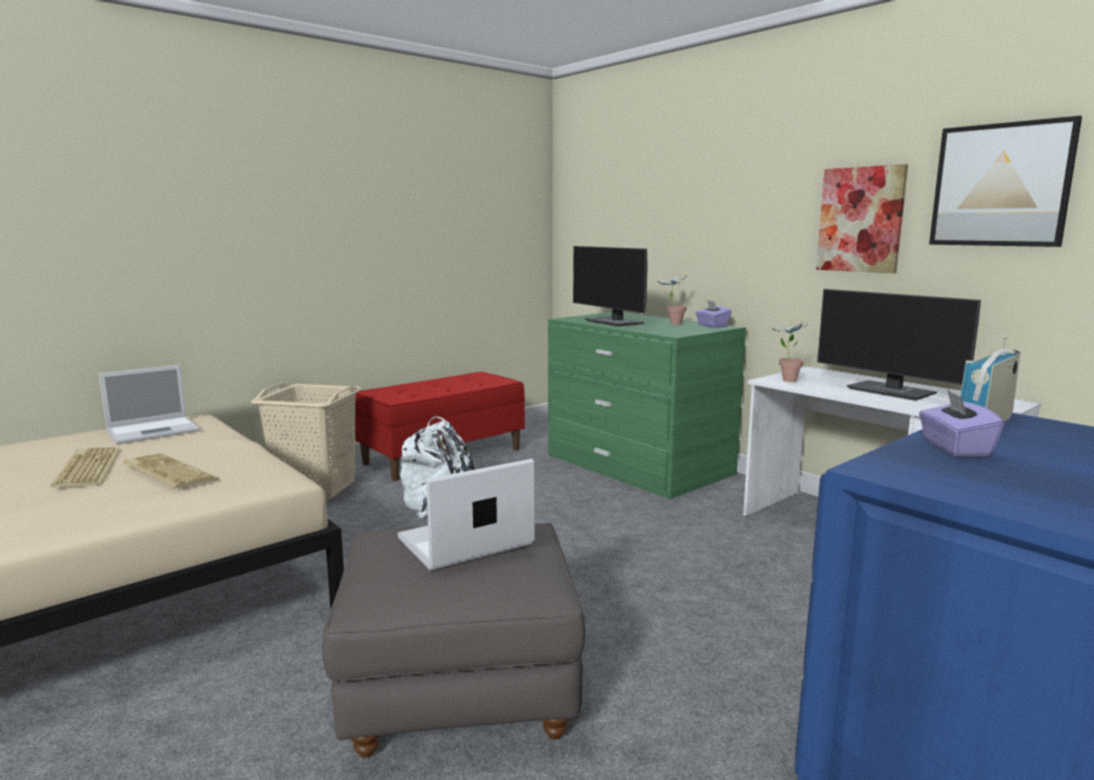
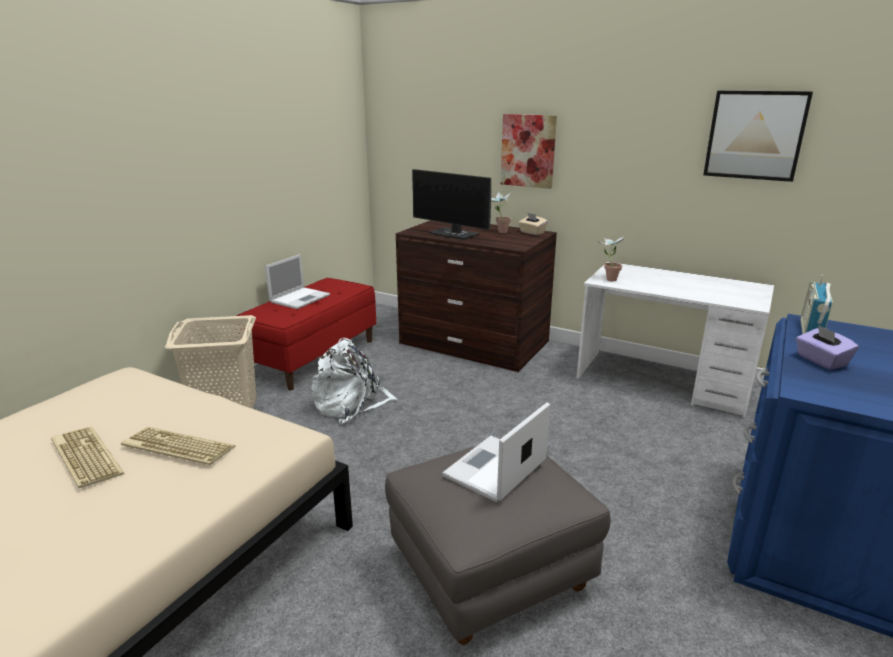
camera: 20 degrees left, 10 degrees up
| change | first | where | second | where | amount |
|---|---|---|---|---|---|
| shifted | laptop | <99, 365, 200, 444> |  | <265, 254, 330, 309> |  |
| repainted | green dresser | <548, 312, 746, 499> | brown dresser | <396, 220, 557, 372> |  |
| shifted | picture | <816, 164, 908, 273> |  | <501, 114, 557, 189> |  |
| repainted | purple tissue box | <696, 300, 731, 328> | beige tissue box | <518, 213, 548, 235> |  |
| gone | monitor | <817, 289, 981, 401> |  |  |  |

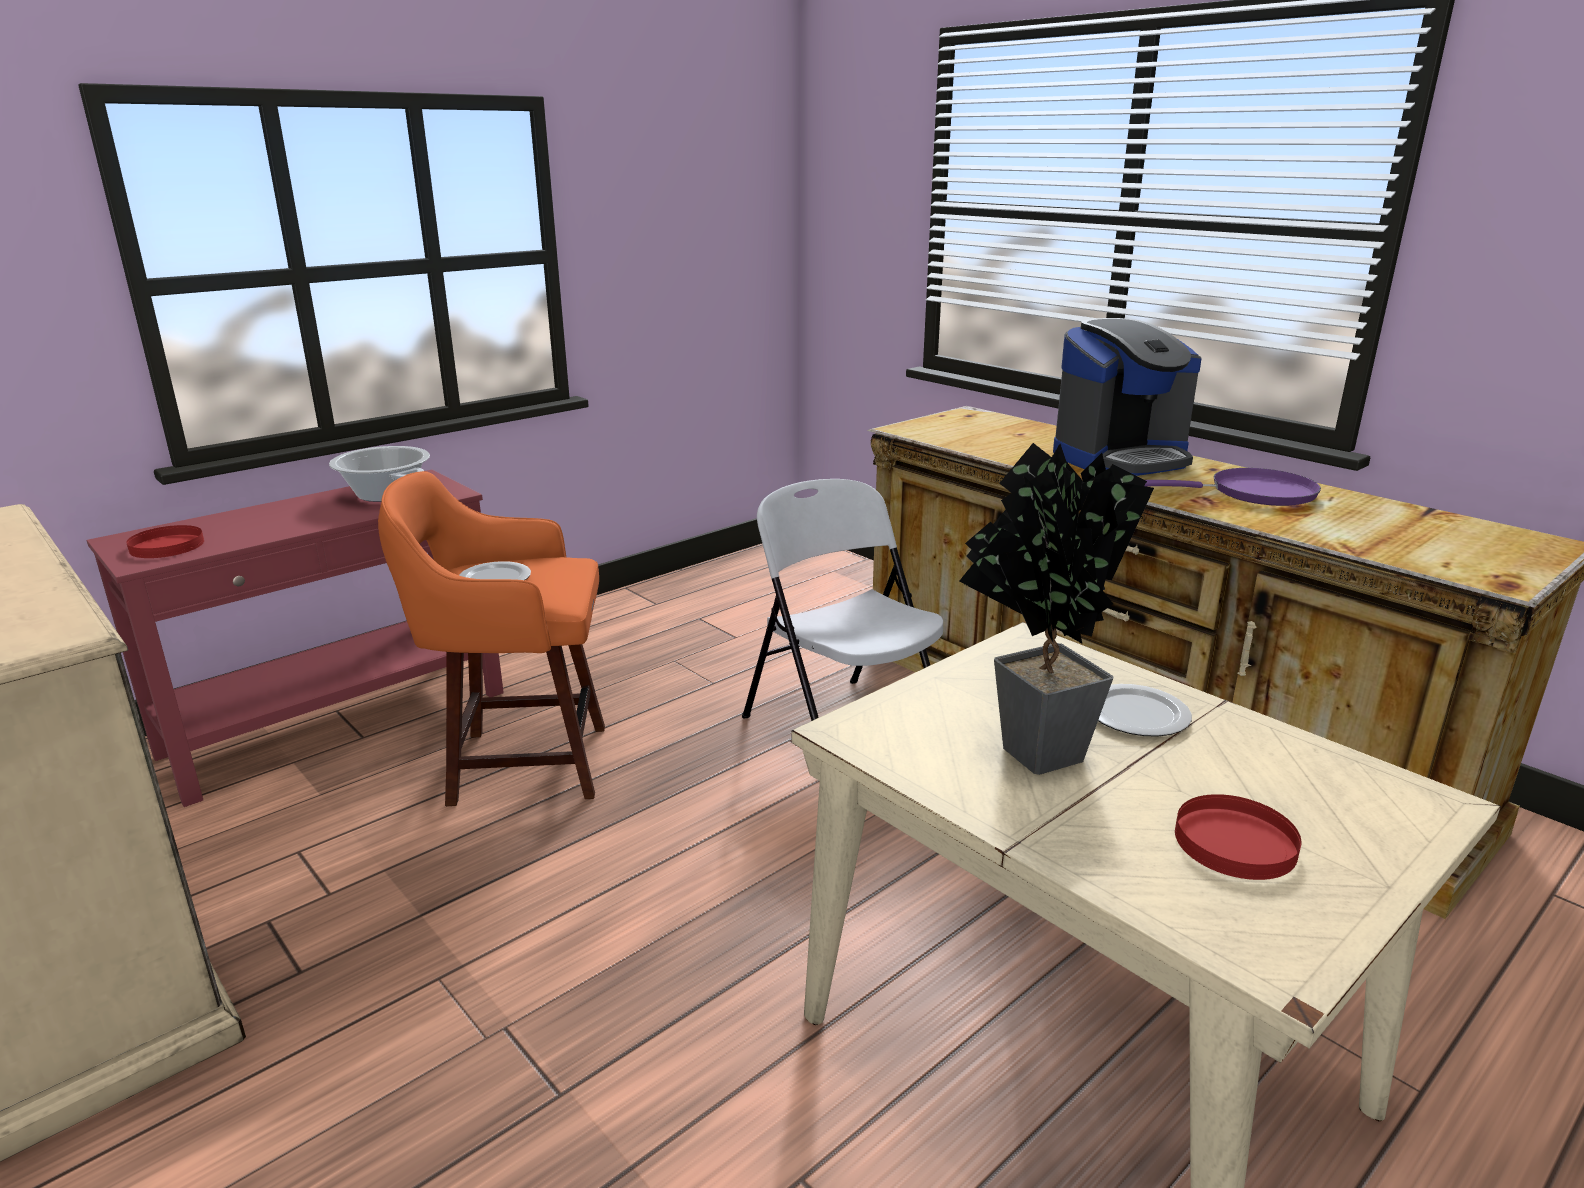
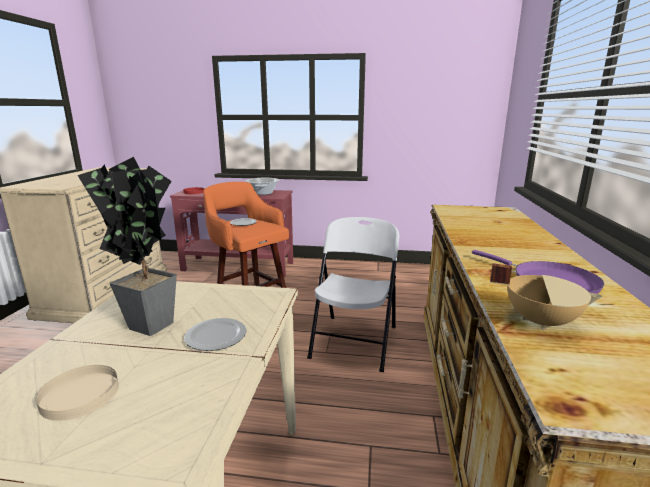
camera: 50 degrees right, 5 degrees down
| change | first | where | second | where | amount |
|---|---|---|---|---|---|
| repainted | red plate | <1175, 794, 1302, 880> | beige plate | <36, 365, 119, 421> |  |
| new |  |  | beige cooking pot | <490, 263, 603, 330> |  |
| gone | coffee machine | <1053, 318, 1202, 476> |  |  |  |

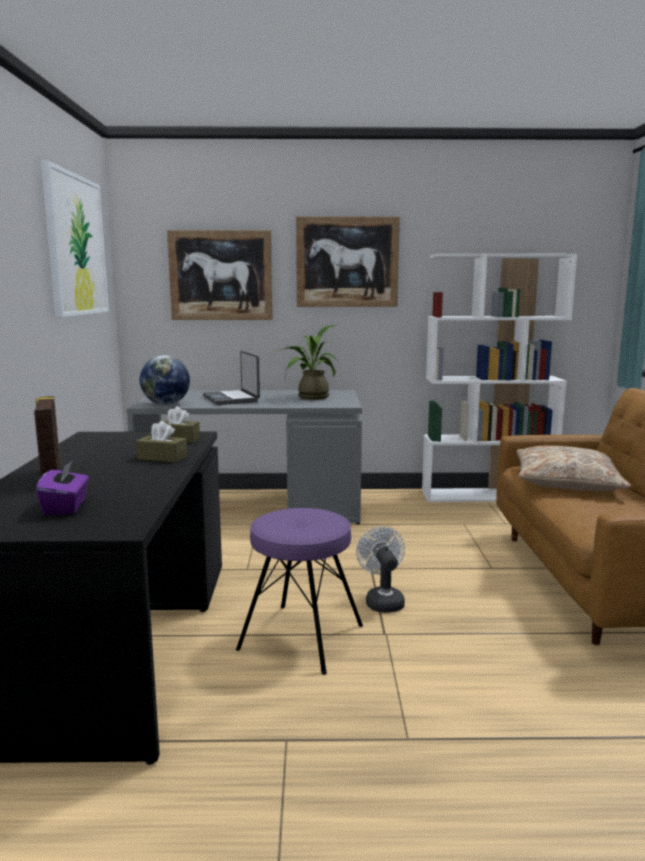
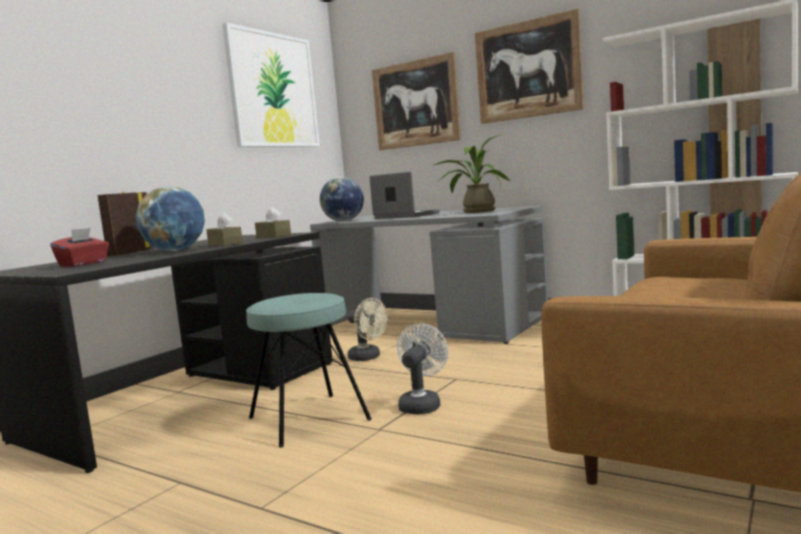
camera: 35 degrees right, 5 degrees down
| change | first | where | second | where | amount |
|---|---|---|---|---|---|
| repainted | purple tissue box | <36, 460, 89, 515> | red tissue box | <50, 228, 109, 267> |  |
| new |  |  | globe | <136, 186, 205, 251> |  |
| repainted | purple stool | <236, 508, 363, 675> | turquoise stool | <246, 293, 372, 448> |  |
| new |  |  | beige fan | <348, 298, 388, 361> |  |
| rotated | laptop | <203, 351, 260, 405> |  | <369, 171, 440, 219> | 120 degrees clockwise |
| gone | beige pillow | <516, 446, 631, 491> |  |  |  |

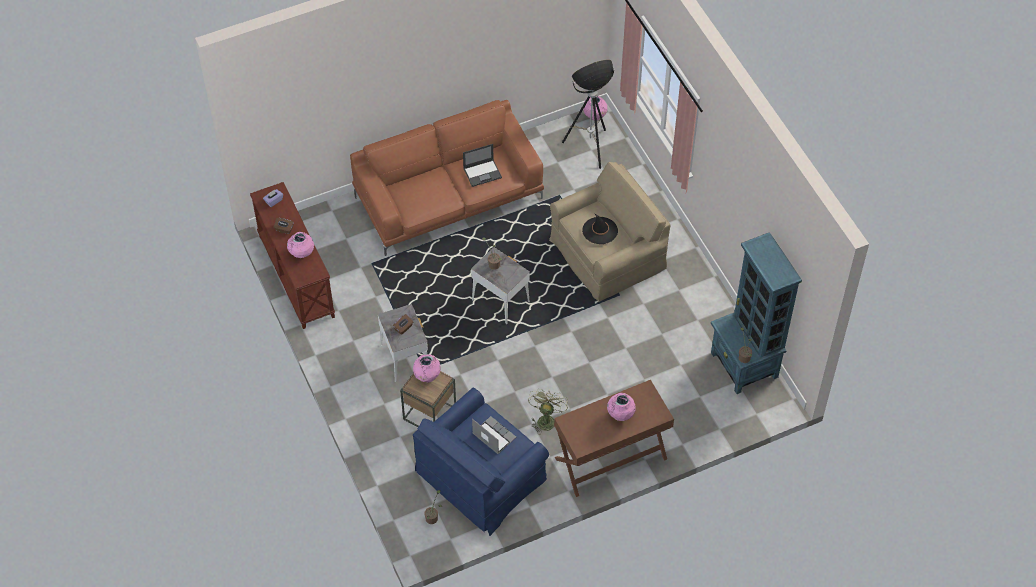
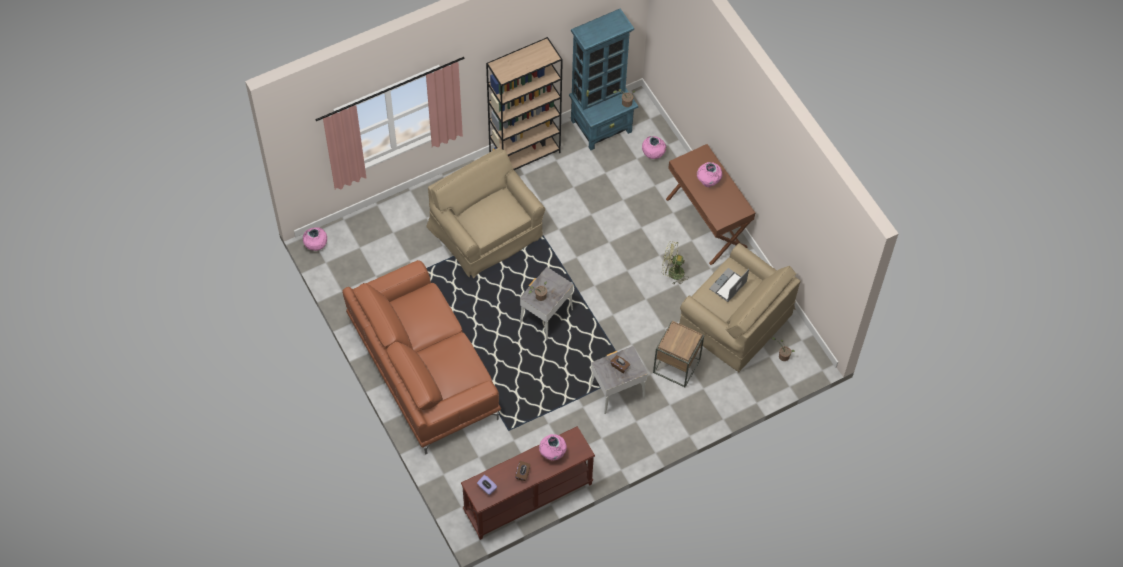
camera: 95 degrees left, 5 degrees up
| change | first | where | second | where | amount |
|---|---|---|---|---|---|
| new |  |  | beige bookcase | <486, 37, 563, 170> |  |
| shifted | pink vase | <413, 355, 441, 382> |  | <642, 136, 666, 159> |  |
| repainted | blue armchair | <413, 388, 549, 536> | beige armchair | <679, 243, 801, 372> |  |
| gone | laptop | <463, 144, 502, 187> |  |  |  |
| gone | floor lamp | <562, 60, 614, 169> |  |  |  |
| gone | black hat | <582, 214, 618, 244> |  |  |  |

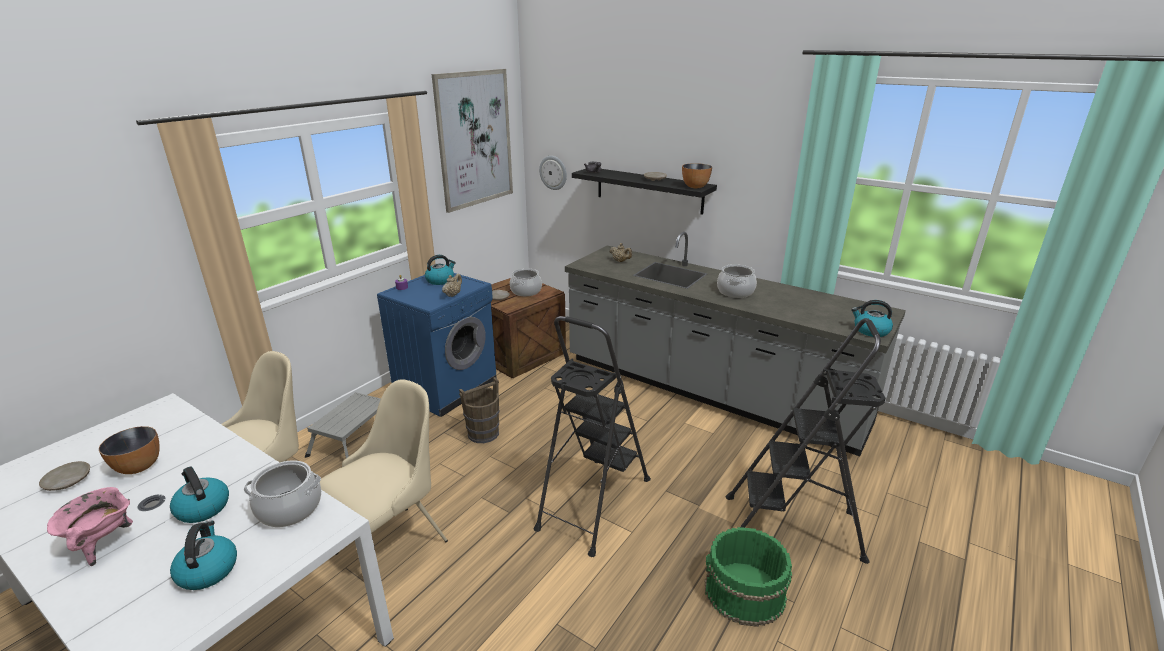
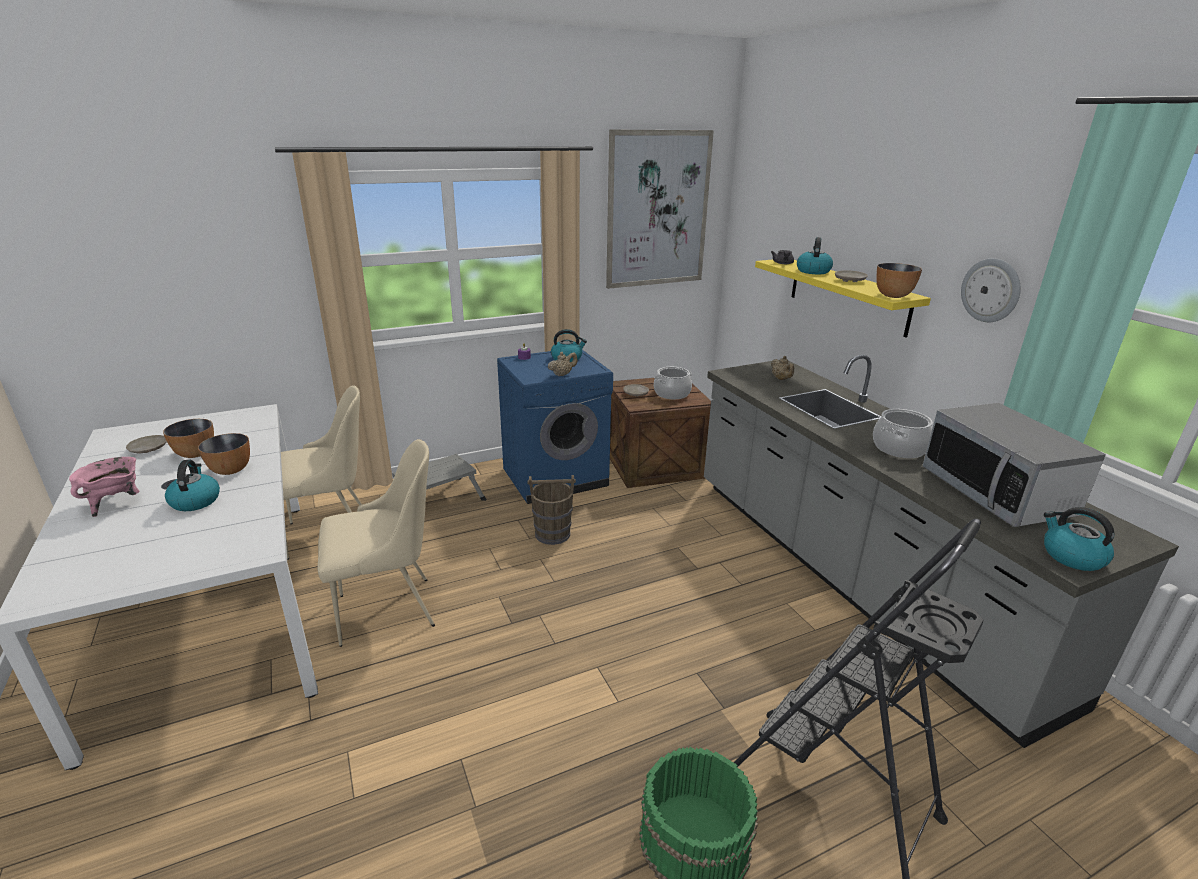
camera: 30 degrees right, 0 degrees up
| change | first | where | second | where | amount |
|---|---|---|---|---|---|
| new |  |  | bowl | <198, 433, 250, 475> |  |
| repainted | black shelf | <572, 169, 717, 215> | yellow shelf | <755, 260, 931, 337> |  |
| shifted | kettle | <170, 521, 237, 590> |  | <797, 237, 833, 274> |  |
| new |  |  | microwave | <923, 403, 1106, 527> |  |
| shifted | wall clock | <539, 156, 567, 190> |  | <961, 258, 1021, 322> |  |
| gone | cooking pot | <244, 460, 321, 527> |  |  |  |
| gone | step ladder | <533, 316, 651, 557> |  |  |  |

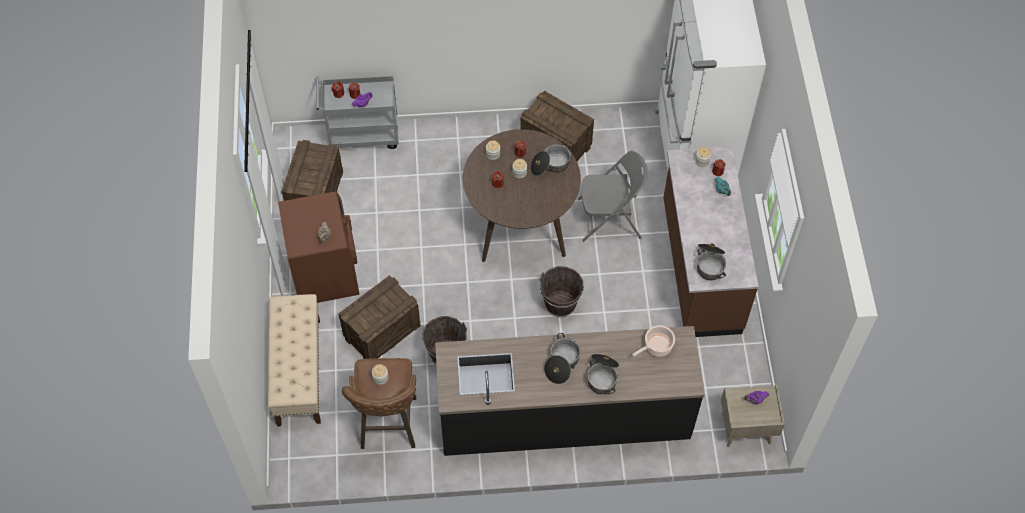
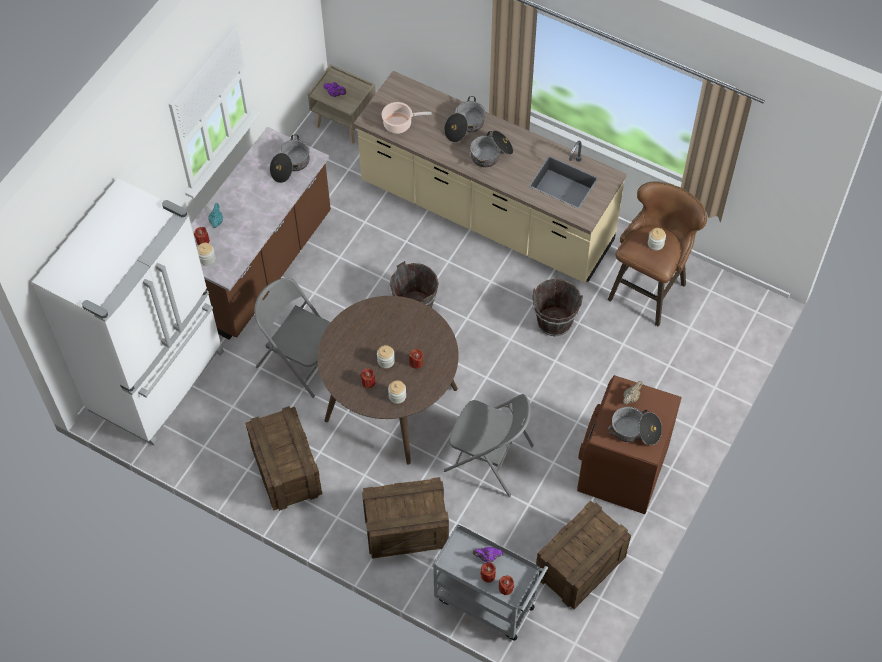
camera: 145 degrees left, 0 degrees up
| change | first | where | second | where | amount |
|---|---|---|---|---|---|
| repainted | black counter | <435, 326, 705, 456> | beige counter | <353, 71, 627, 283> |  |
| shifted | crate | <338, 275, 421, 359> |  | <362, 477, 449, 559> |  |
| new |  |  | grey chair | <444, 394, 534, 497> |  |
| shifted | cooking pot | <530, 141, 571, 176> |  | <607, 407, 662, 445> |  |
| gone | beige bench | <268, 294, 321, 427> |  |  |  |

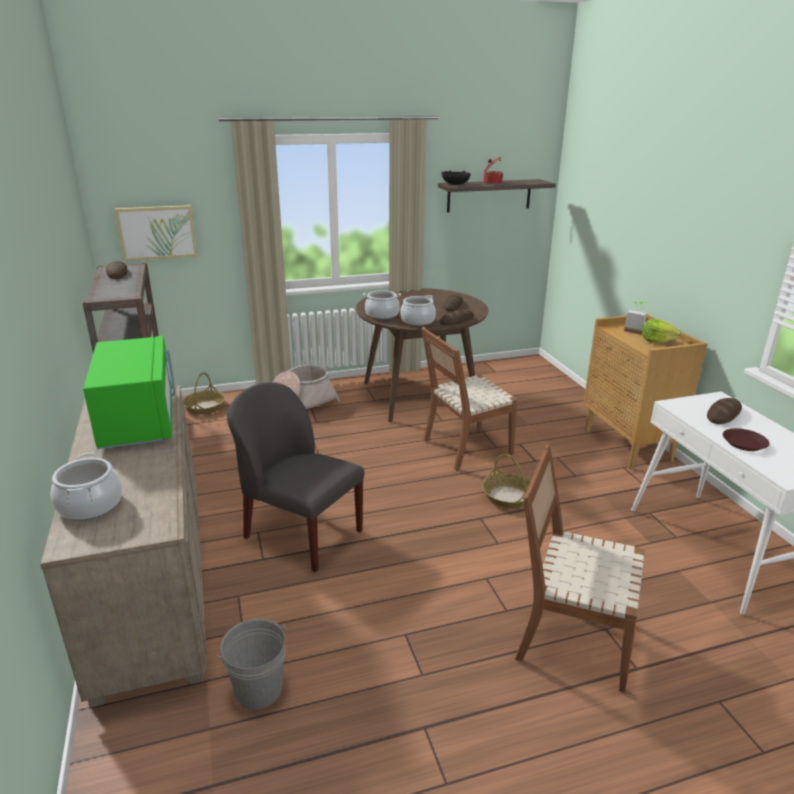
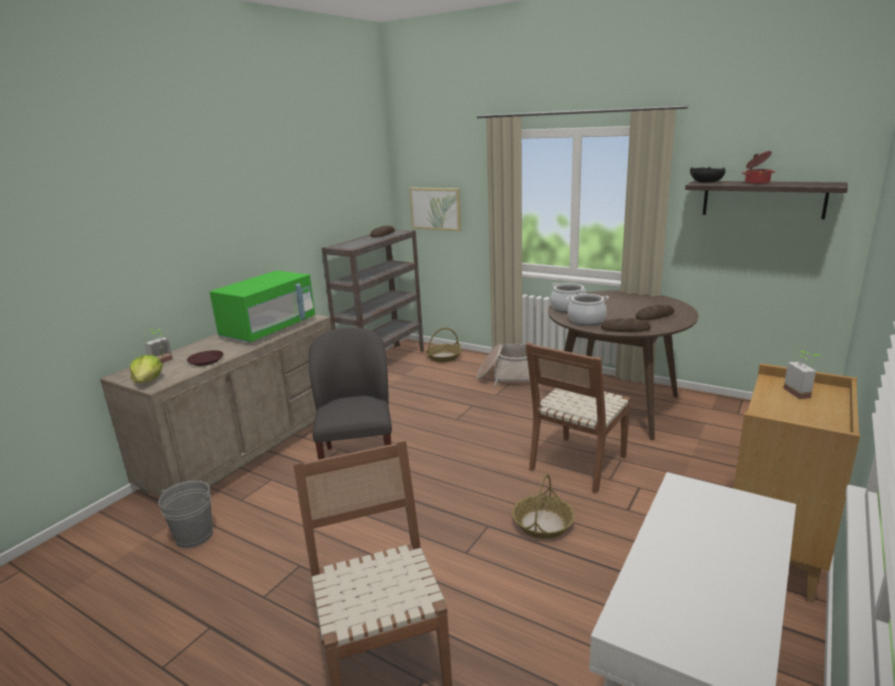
camera: 50 degrees right, 5 degrees down
| change | first | where | second | where | amount |
|---|---|---|---|---|---|
| shifted | lettuce | <642, 319, 681, 343> |  | <130, 355, 163, 383> |  |
| swapped | cooking pot | <50, 453, 122, 521> | potted plant | <145, 329, 173, 363> |  |
| shifted | brown plate | <723, 428, 770, 451> |  | <187, 350, 223, 366> |  |
| rotated | chair | <421, 327, 517, 471> |  | <526, 342, 630, 493> | 75 degrees counterclockwise |
| gone | bread | <707, 398, 742, 424> |  |  |  |

